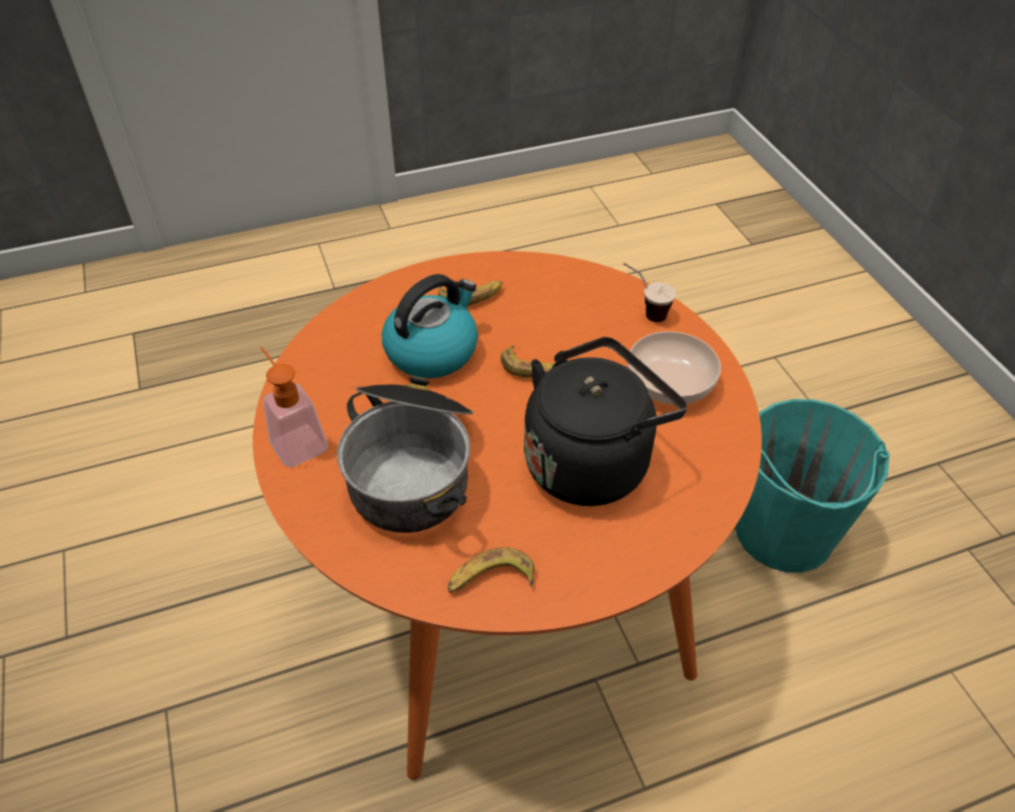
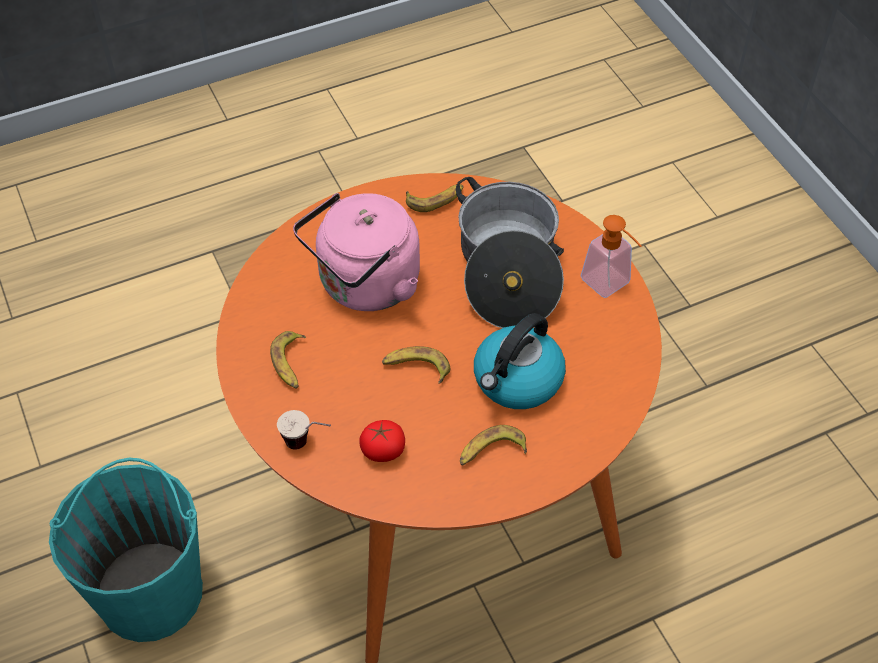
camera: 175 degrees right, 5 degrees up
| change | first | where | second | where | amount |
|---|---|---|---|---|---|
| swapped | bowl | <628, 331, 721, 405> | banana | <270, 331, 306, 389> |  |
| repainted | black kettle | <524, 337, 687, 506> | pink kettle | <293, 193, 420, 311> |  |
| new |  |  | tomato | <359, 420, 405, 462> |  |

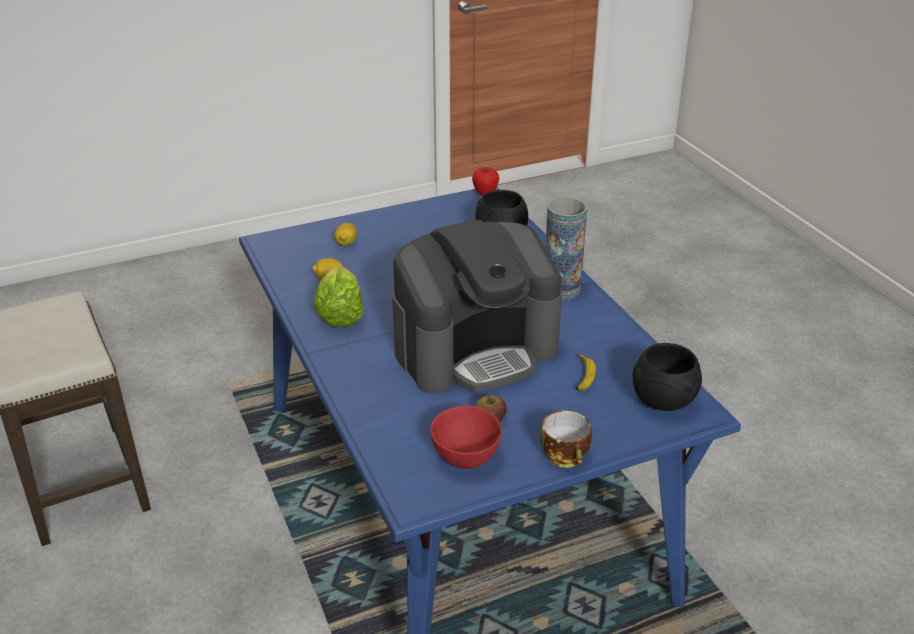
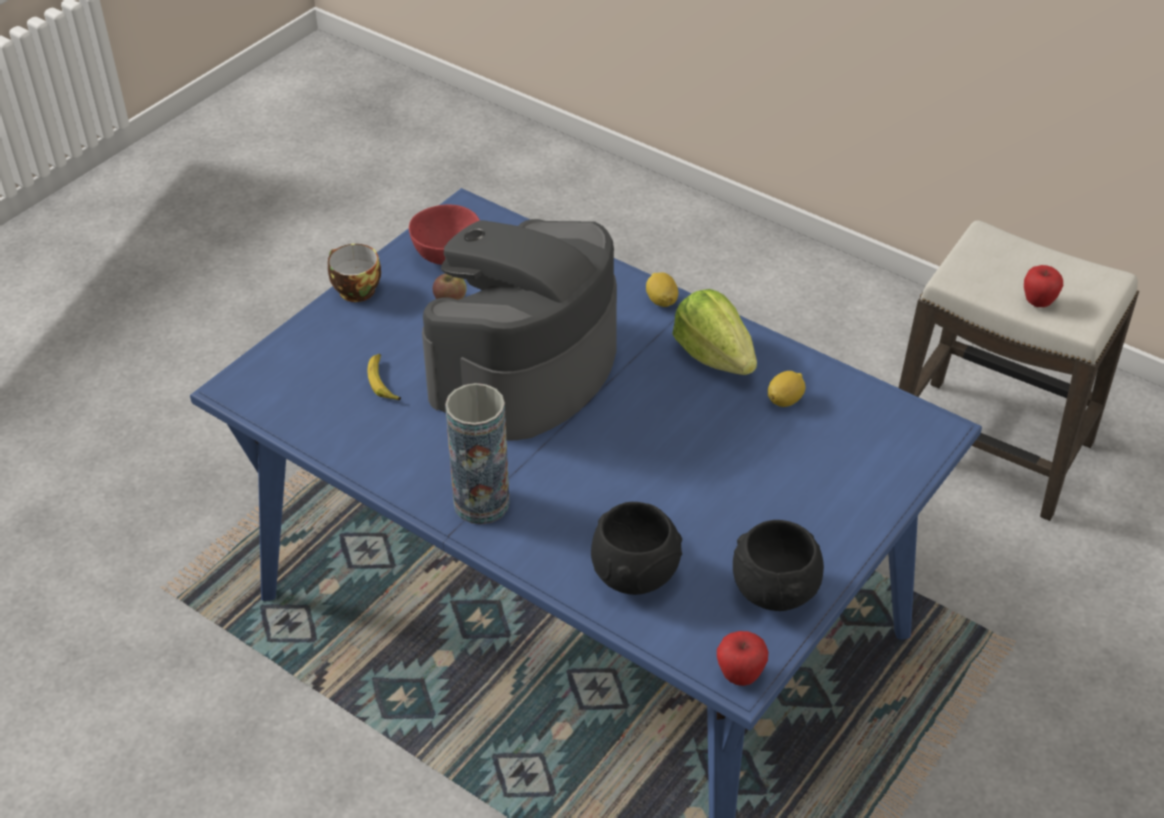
camera: 150 degrees right, 10 degrees up
| change | first | where | second | where | amount |
|---|---|---|---|---|---|
| shifted | lemon | <334, 223, 357, 246> |  | <646, 272, 678, 307> |  |
| shifted | black bowl | <632, 343, 702, 411> |  | <733, 520, 824, 611> |  |
| new |  |  | apple | <1024, 265, 1063, 307> |  |

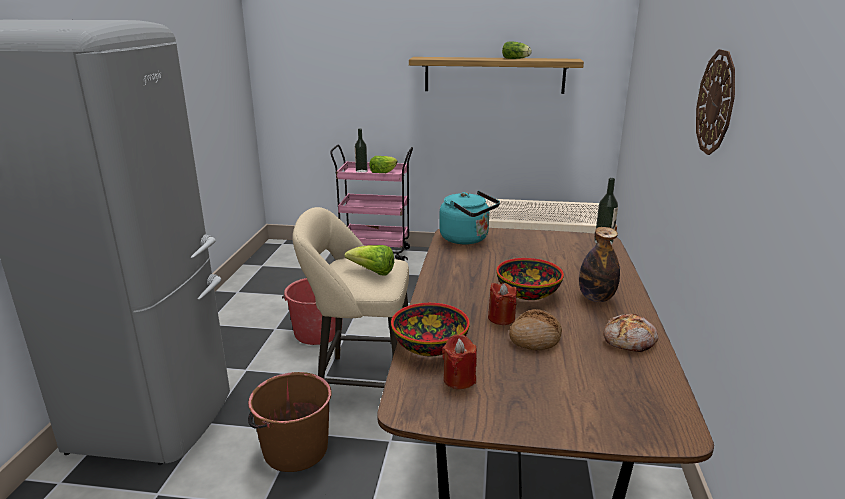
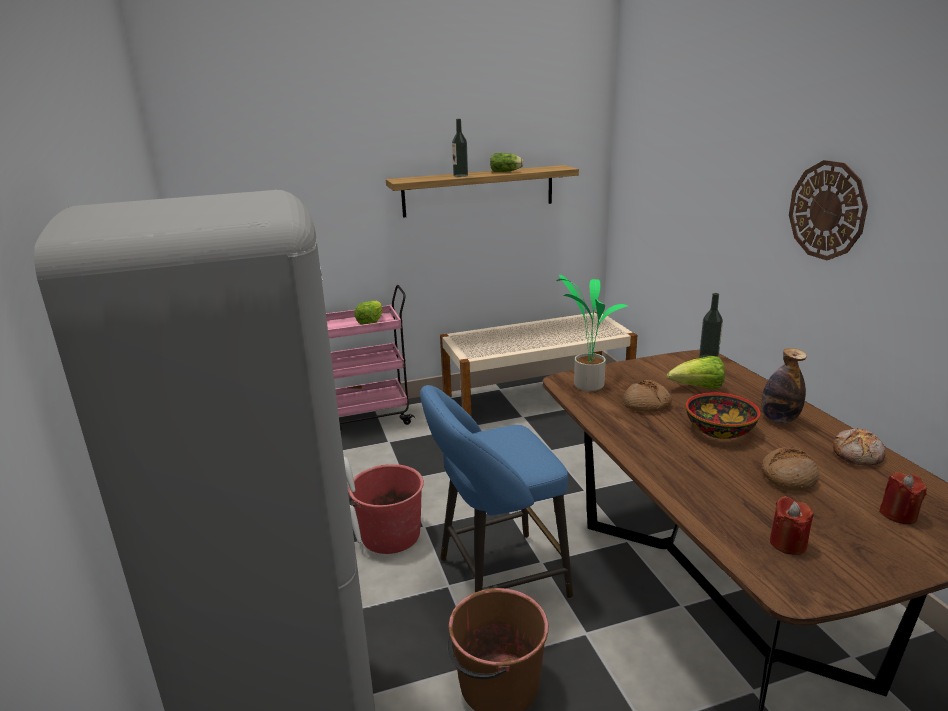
camera: 25 degrees left, 0 degrees up
| change | first | where | second | where | amount |
|---|---|---|---|---|---|
| repainted | beige stool | <293, 207, 409, 388> | blue stool | <420, 385, 573, 599> |  |
| shifted | bottle | <355, 128, 368, 173> |  | <452, 119, 468, 177> |  |
| swapped | turquoise kettle | <439, 191, 500, 244> | potted plant | <557, 275, 628, 391> |  |
| new |  |  | bread | <622, 380, 672, 412> |  |
| shifted | lettuce | <345, 245, 394, 276> |  | <667, 356, 725, 389> |  |
| shifted | red candle | <488, 283, 517, 325> |  | <879, 472, 927, 524> |  |
| gone | bowl | <391, 303, 470, 356> |  |  |  |

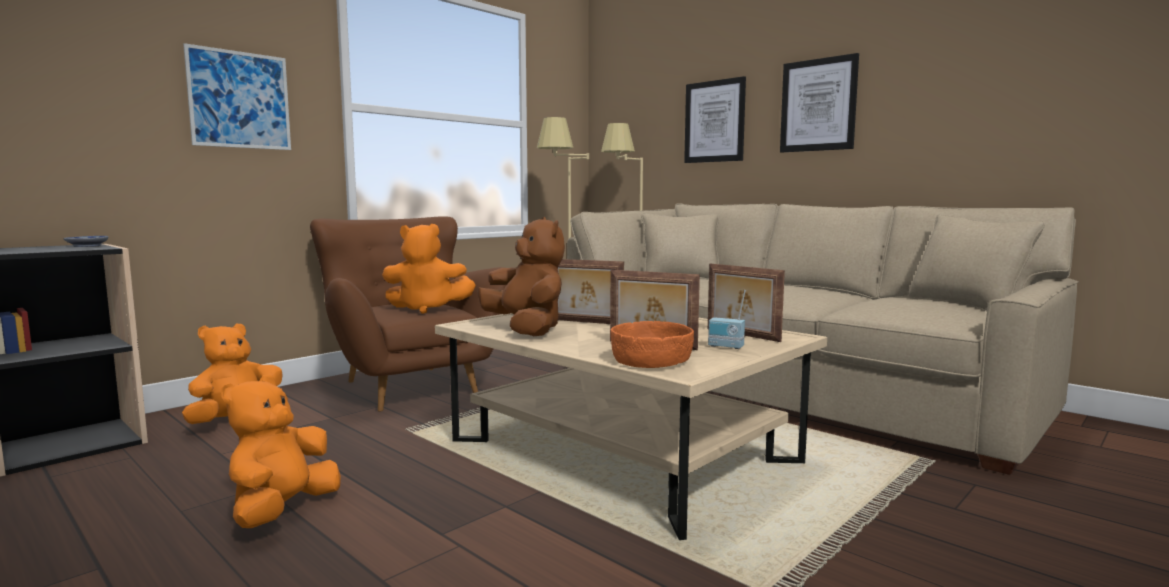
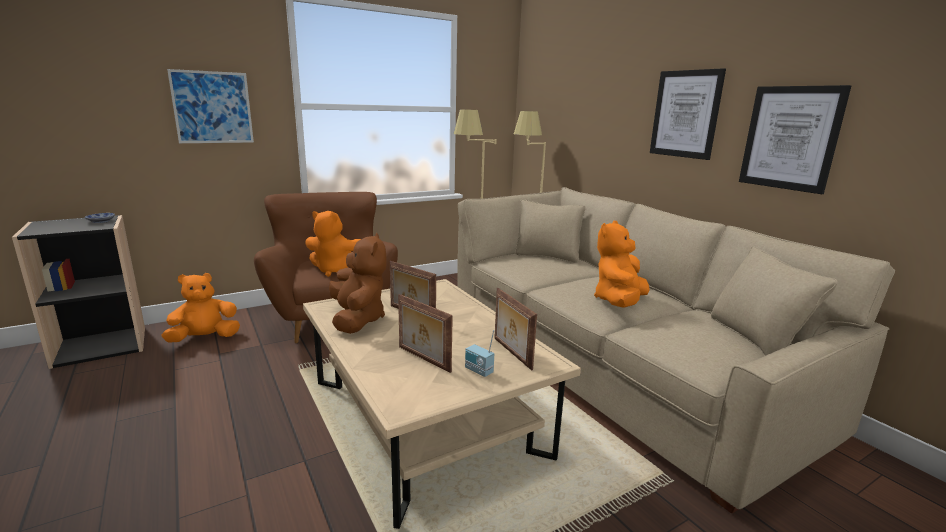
camera: 15 degrees right, 10 degrees up
| change | first | where | second | where | amount |
|---|---|---|---|---|---|
| shifted | orange plush toy | <221, 375, 341, 528> |  | <594, 221, 650, 308> |  |
| shifted | picture | <684, 76, 746, 163> |  | <739, 85, 851, 194> |  |
| gone | orange bowl | <610, 321, 694, 368> |  |  |  |

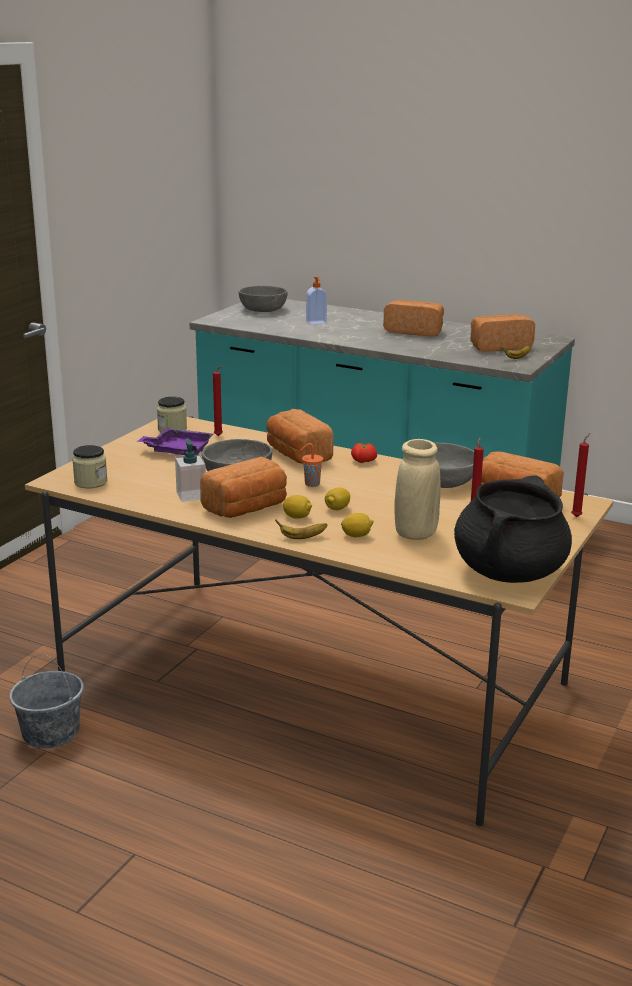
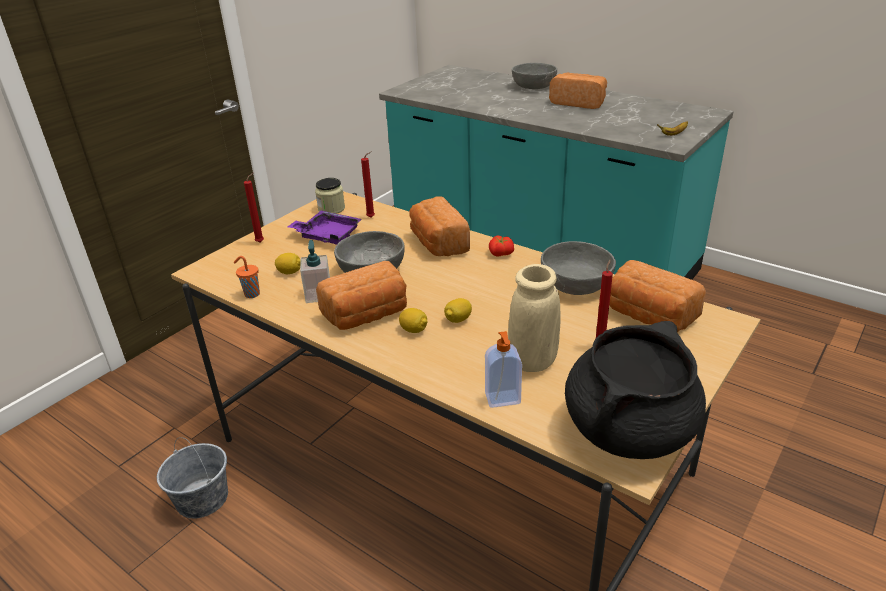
camera: 10 degrees right, 10 degrees up
| change | first | where | second | where | amount |
|---|---|---|---|---|---|
| shifted | orange cup | <300, 443, 323, 487> |  | <234, 256, 260, 298> |  |
| shifted | red candle | <571, 433, 590, 517> |  | <244, 173, 264, 243> |  |
| shifted | lemon | <341, 513, 374, 537> |  | <275, 253, 301, 274> |  |
| shifted | soap dispenser | <306, 277, 327, 325> |  | <485, 331, 522, 408> |  |
| shifted | grey bowl | <239, 286, 288, 312> |  | <512, 63, 557, 89> |  |
| gone | jar | <72, 445, 108, 488> |  |  |  |
| gone | banana | <275, 520, 328, 539> |  |  |  |
| gone | bread | <470, 314, 535, 352> |  |  |  |

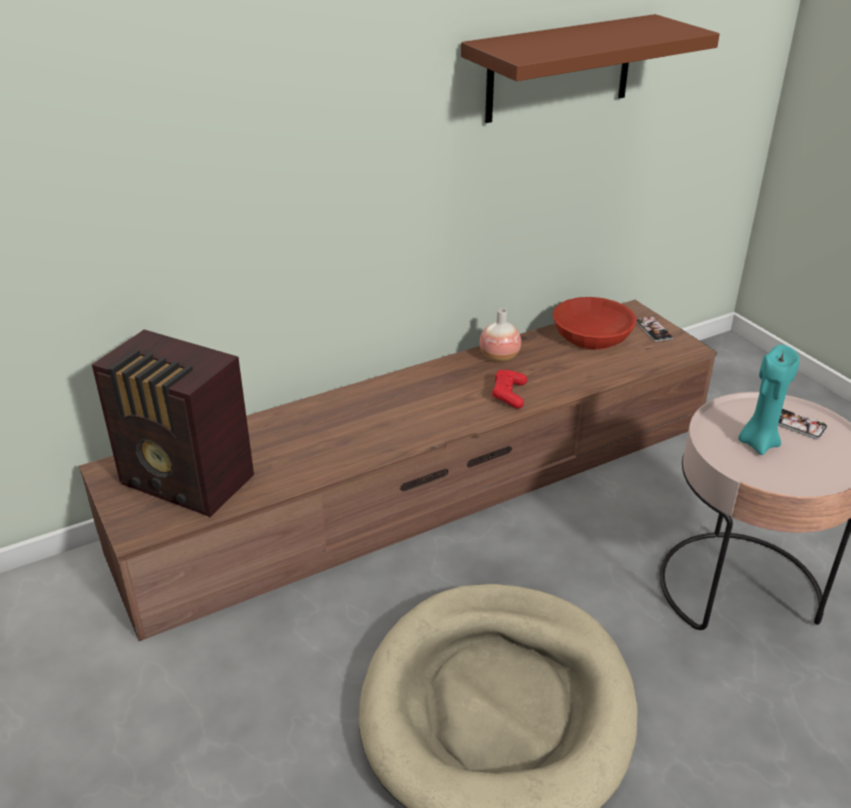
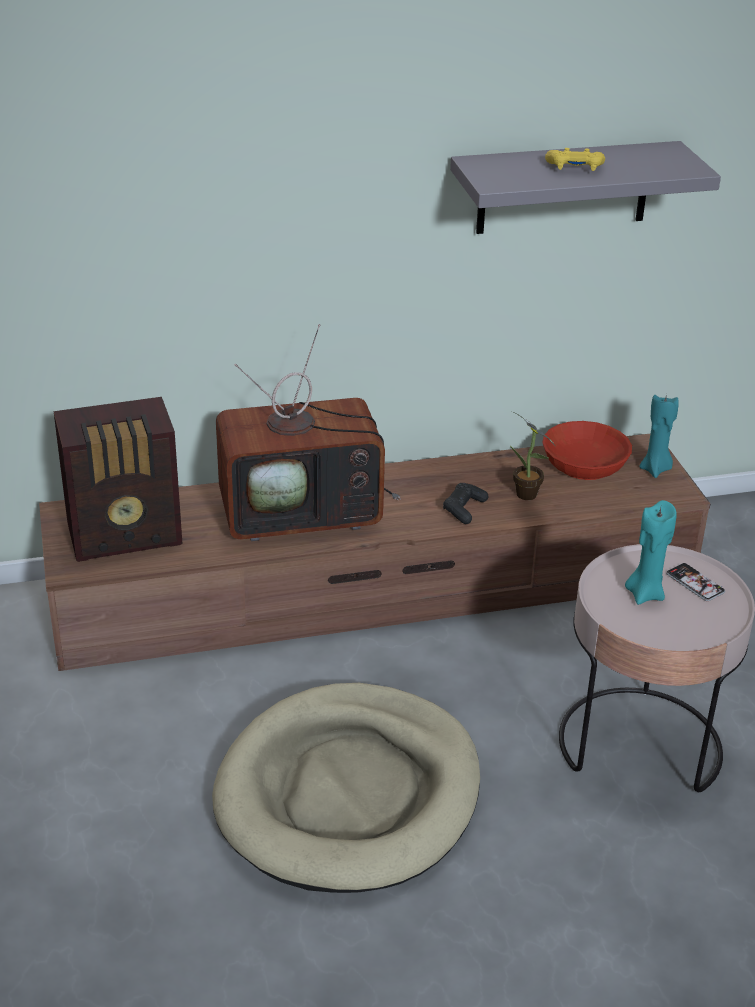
camera: 15 degrees right, 0 degrees up
| change | first | where | second | where | amount |
|---|---|---|---|---|---|
| rotated | radio | <92, 330, 254, 517> |  | <54, 397, 182, 562> | 60 degrees counterclockwise |
| new |  |  | television | <216, 324, 401, 541> |  |
| repainted | red game controller | <492, 370, 527, 409> | black game controller | <443, 483, 488, 524> |  |
| repainted | brown shelf | <461, 14, 720, 123> | grey shelf | <450, 141, 721, 234> |  |
| new |  |  | potted plant | <510, 411, 556, 500> |  |
| new |  |  | yellow game controller | <545, 148, 605, 171> |  |
| swapped | phone | <636, 316, 673, 342> | turquoise candle | <639, 394, 679, 478> |  |
| gone | vase | <480, 309, 521, 362> |  |  |  |

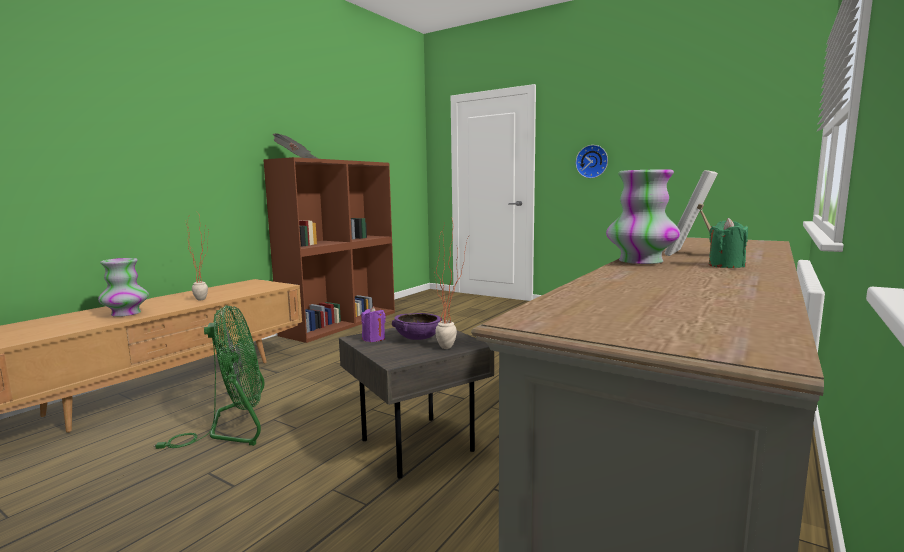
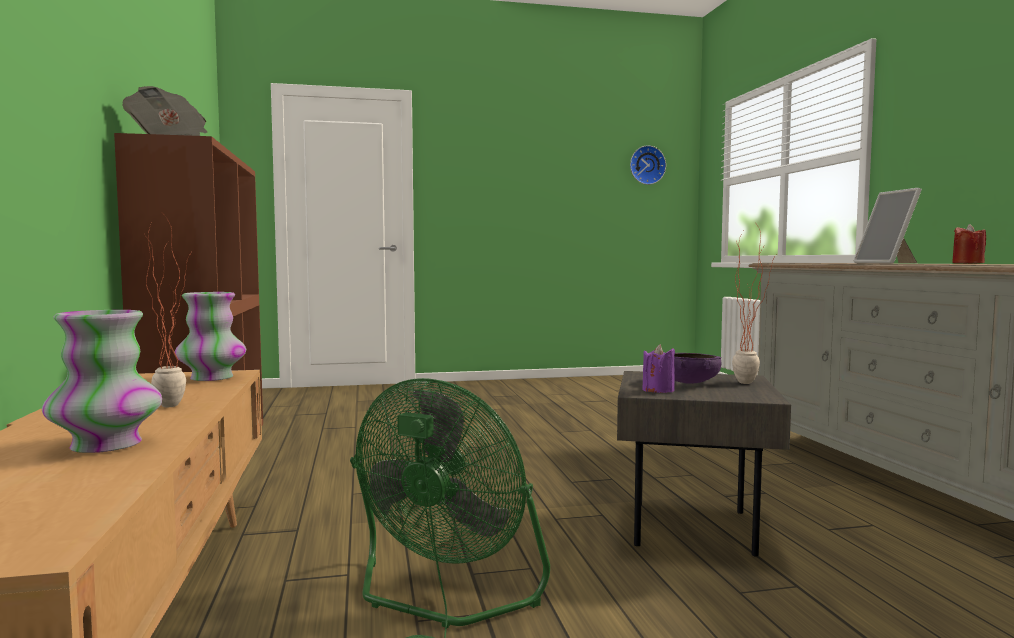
camera: 45 degrees left, 5 degrees down
| change | first | where | second | where | amount |
|---|---|---|---|---|---|
| shifted | vase | <606, 169, 680, 264> |  | <175, 292, 246, 381> |  |
| shifted | wall clock | <576, 145, 608, 178> |  | <630, 145, 666, 185> |  |
| repainted | green candle | <709, 218, 748, 268> | red candle | <952, 224, 986, 264> |  |

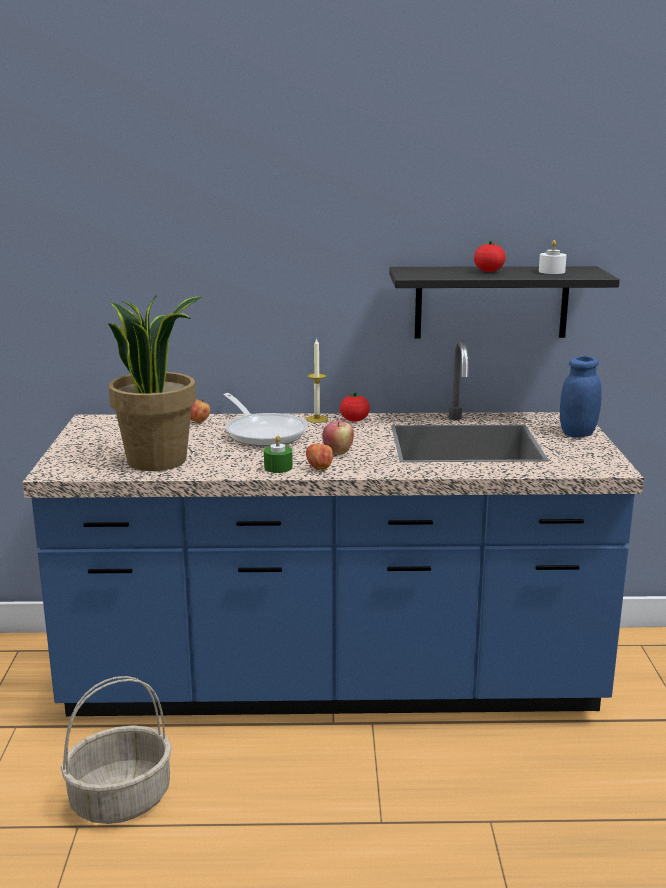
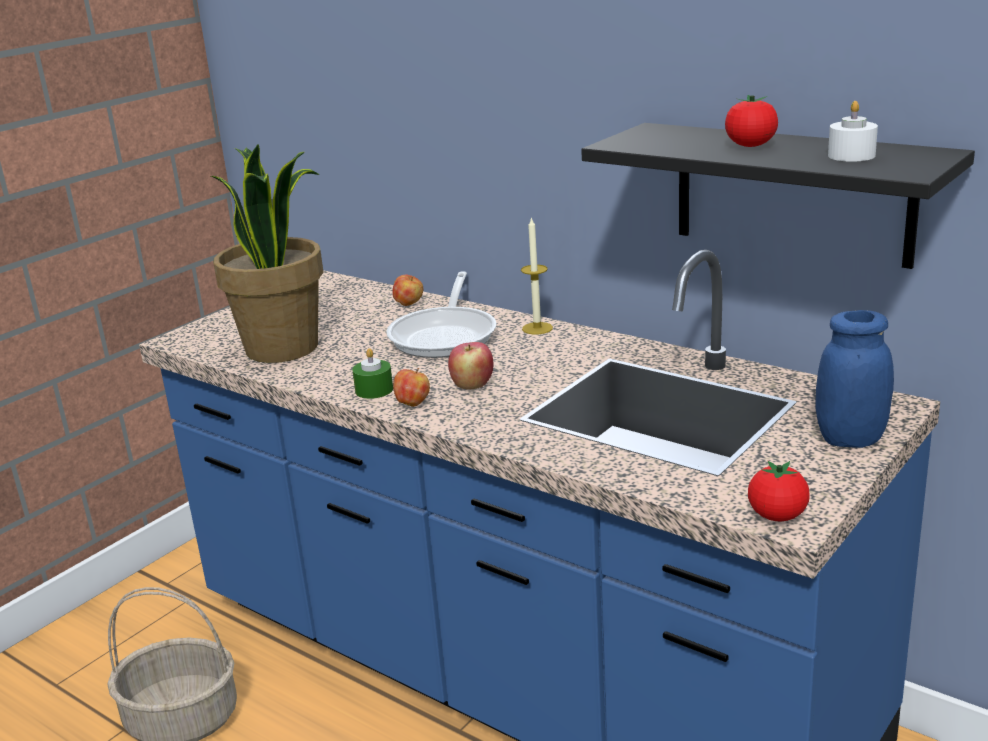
camera: 40 degrees right, 5 degrees up
| change | first | where | second | where | amount |
|---|---|---|---|---|---|
| shifted | tomato | <340, 392, 370, 422> |  | <748, 461, 810, 521> |  |

